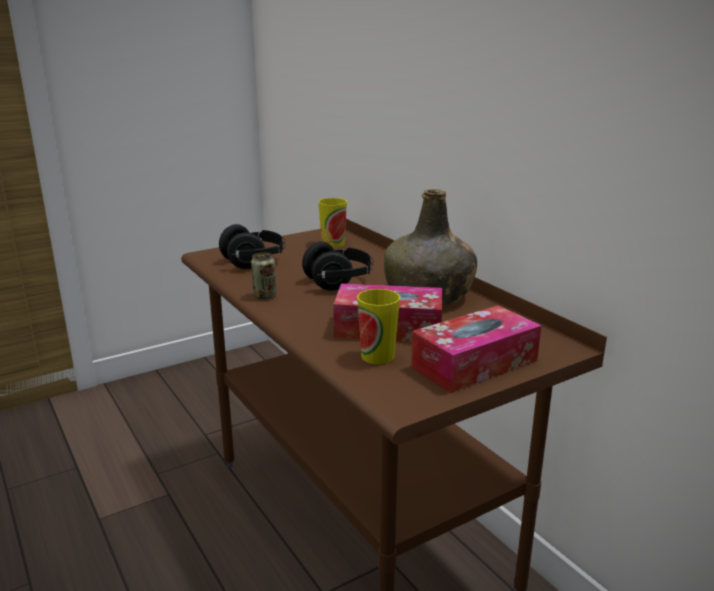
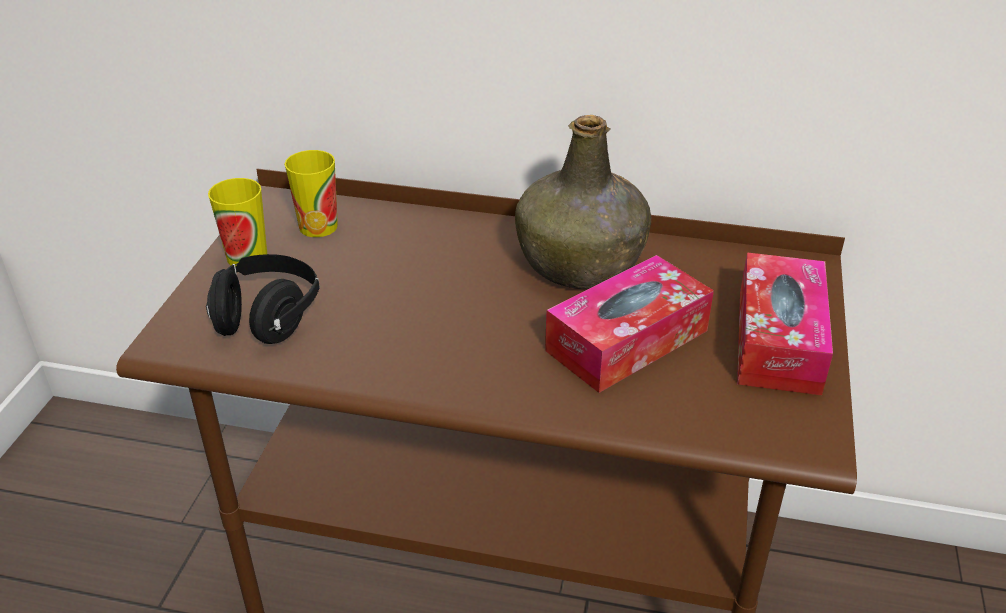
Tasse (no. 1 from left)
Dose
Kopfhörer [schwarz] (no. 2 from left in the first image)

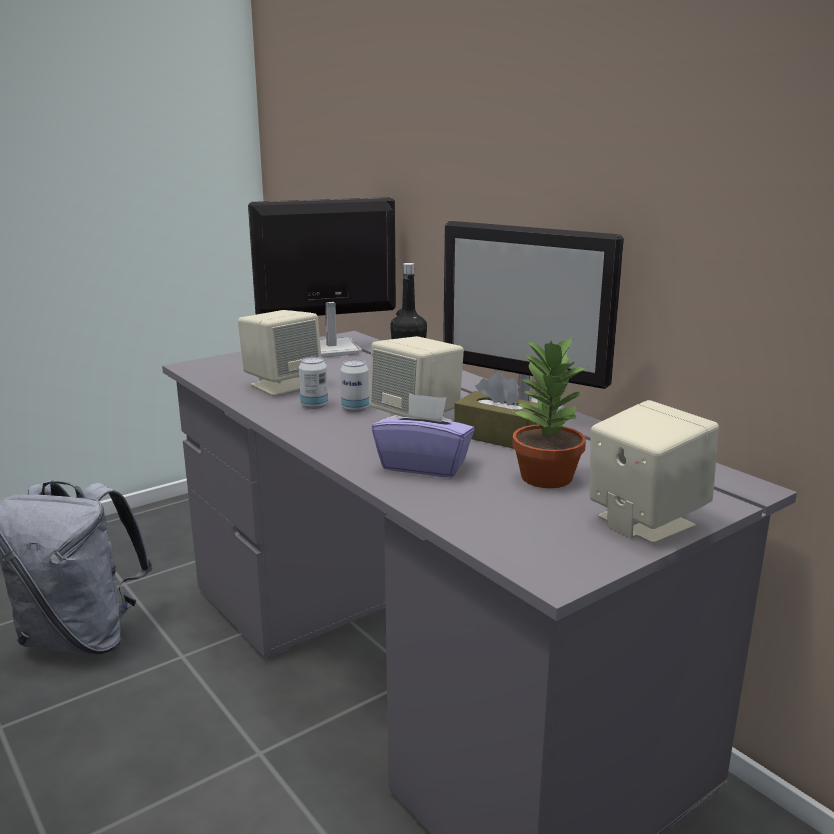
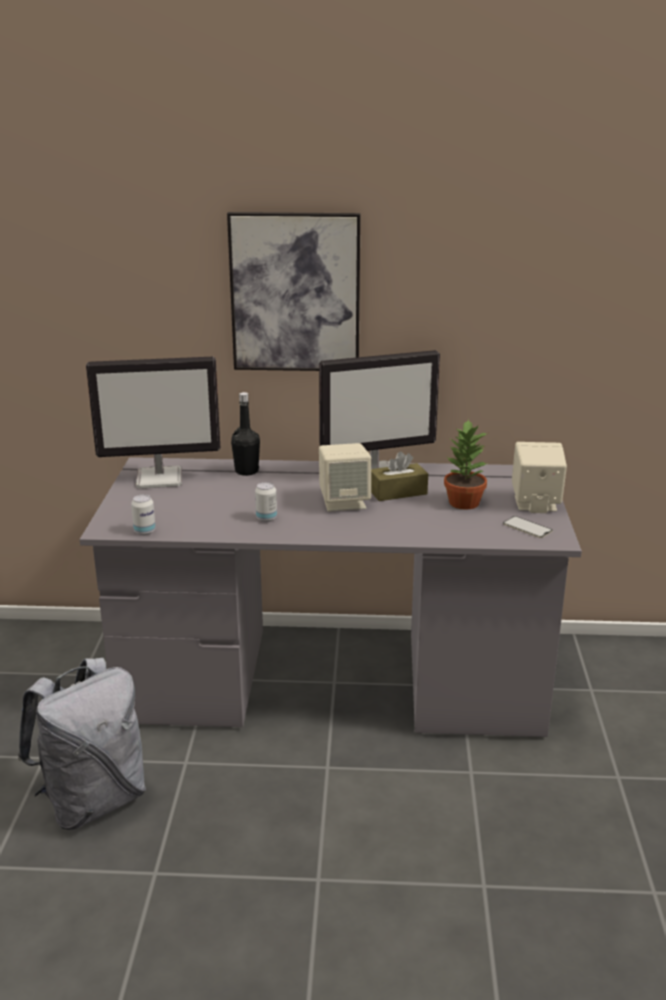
Monitor (no. 1 from left)
Dose (no. 1 from left)
Bild
Handy
Lautsprecher [beige] (no. 1 from left in the first image)
Taschentuchbox [lila]

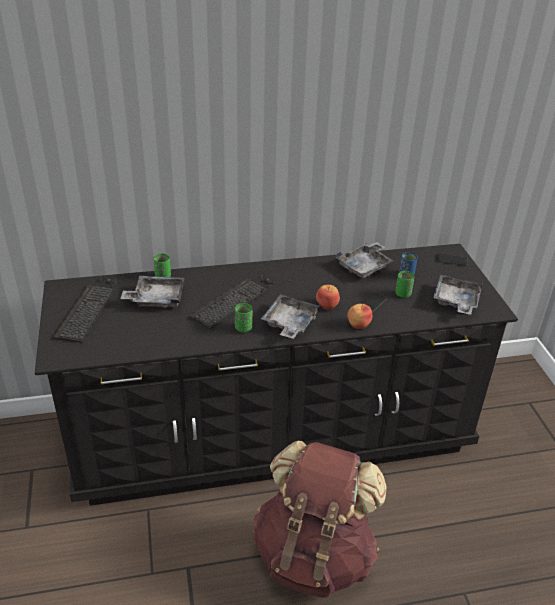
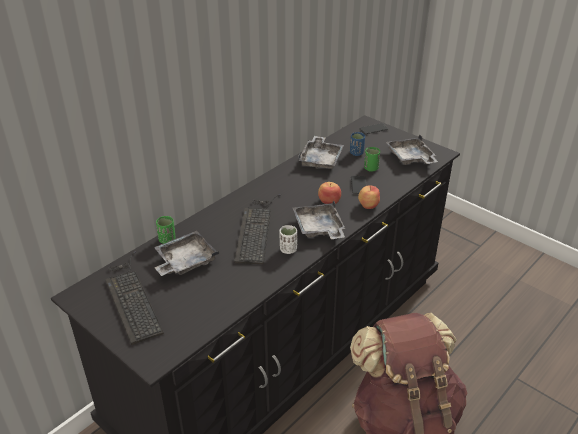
Tasse [weiß]

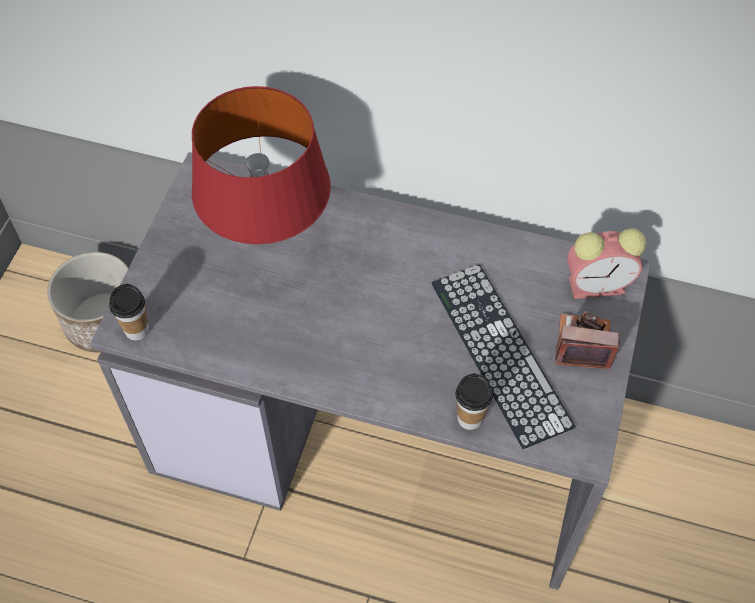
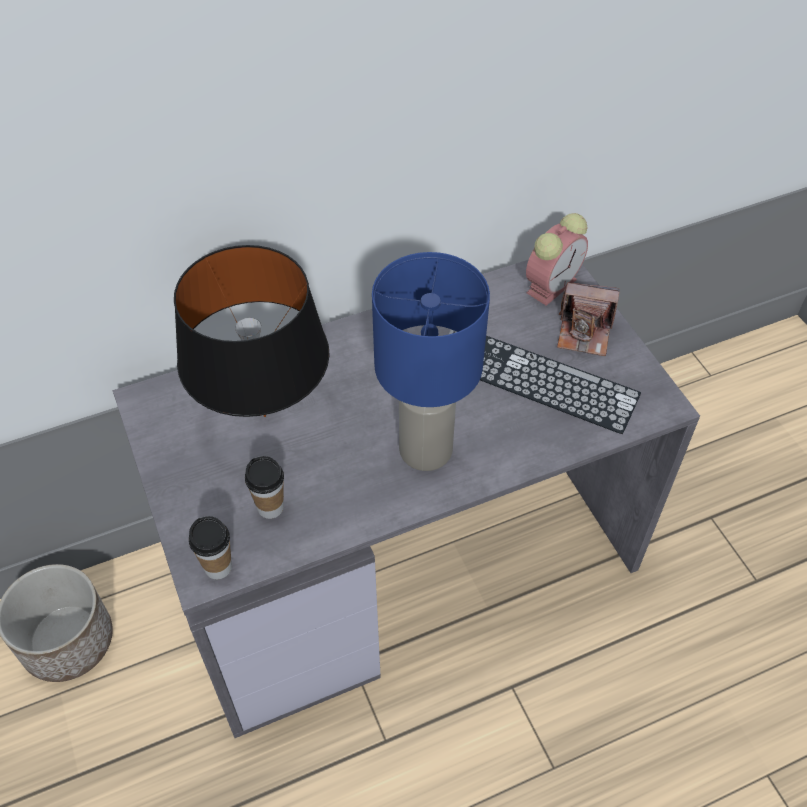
Tischlampe [schwarz]
Tasse (no. 2 from left)
Tischlampe [blau]
Kamera

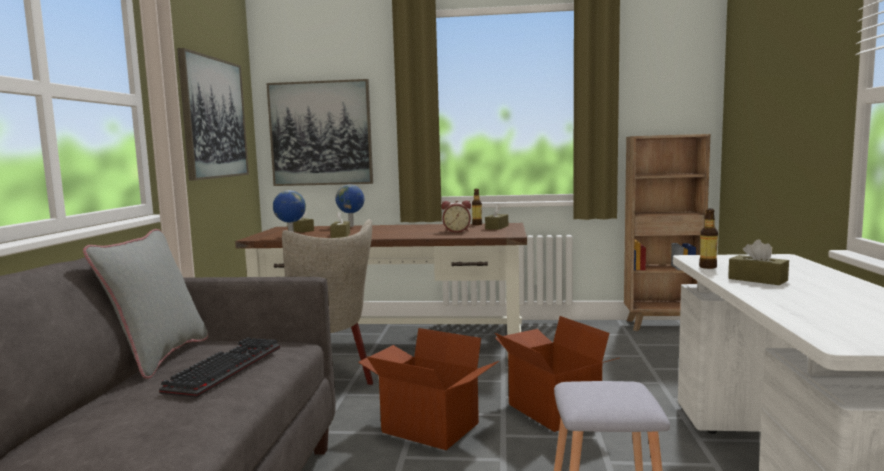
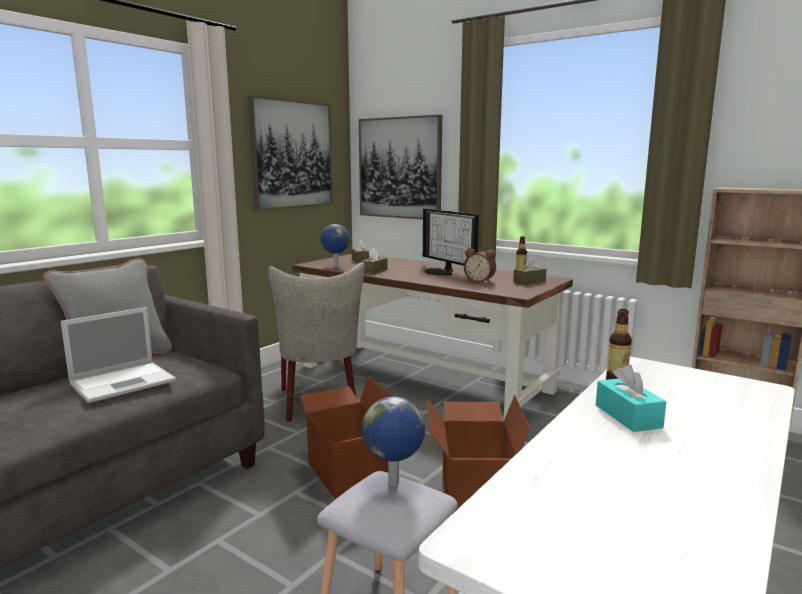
Laptop
Globus (no. 2 from left)
Monitor
Taschentuchbox [türkis]

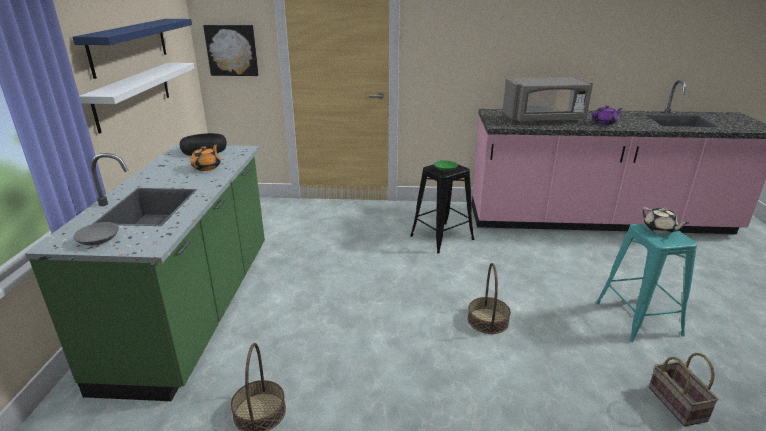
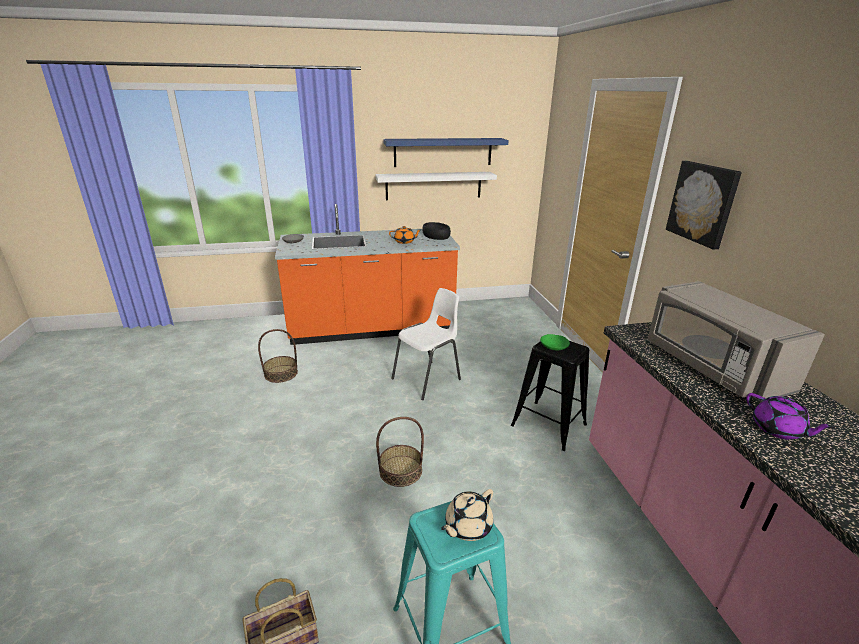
Küchenzeile [orange]
Stuhl [weiß]
Bild

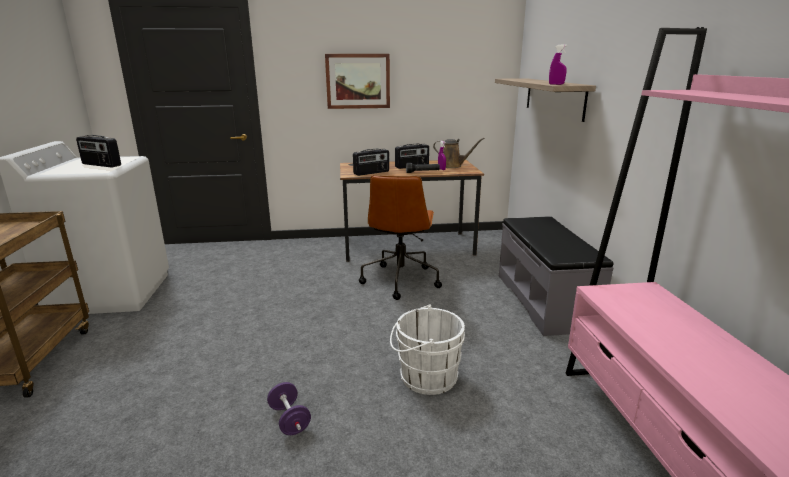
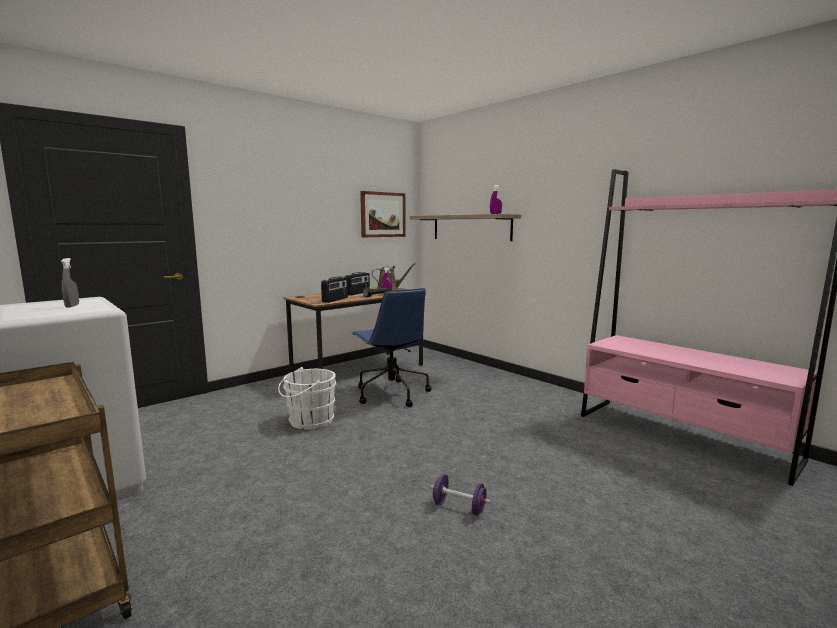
Sprühflasche [grau]
Eimer [weiß]
Bürostuhl [blau]
Bild
Bank [grau]

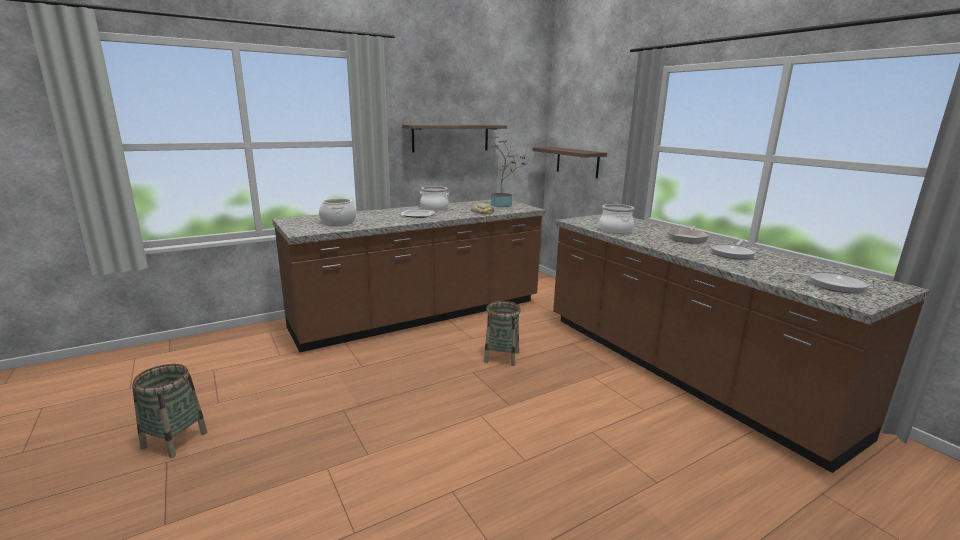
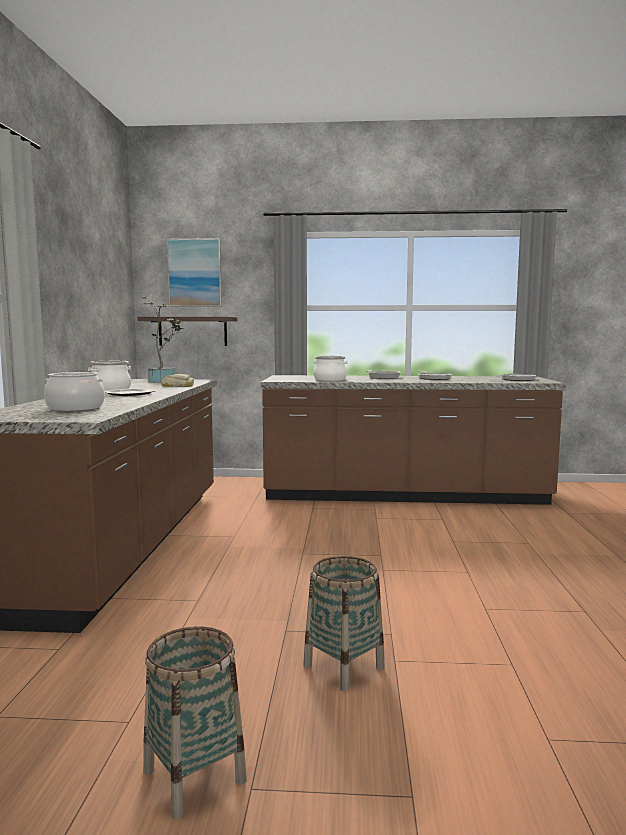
Bild
Korb (no. 2 from left)
Wandregal (no. 1 from left in the first image)

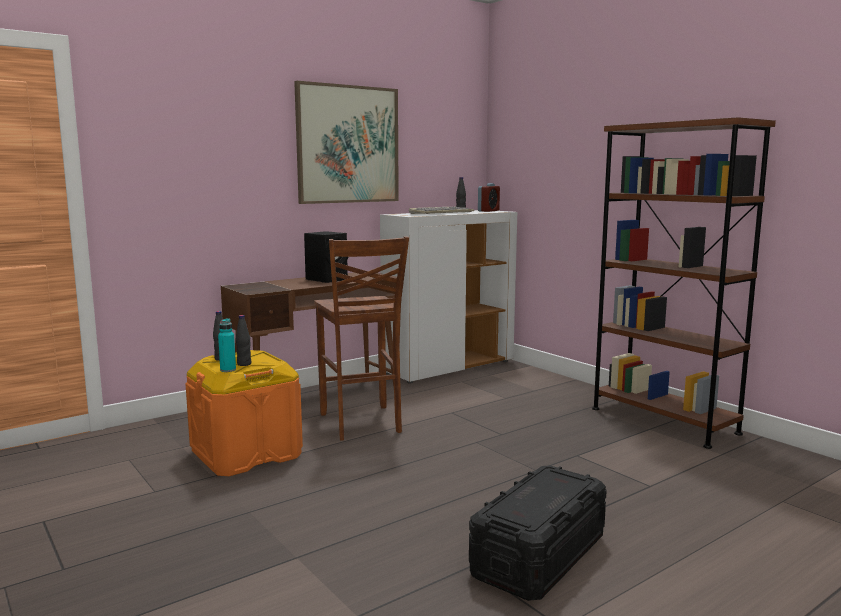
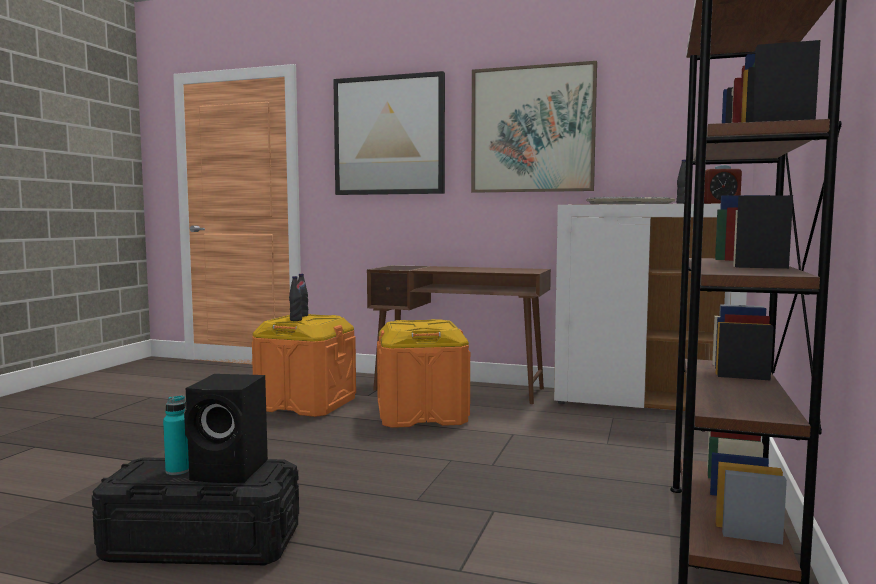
Flasche [türkis]
Lautsprecher [schwarz]
Bild (no. 1 from left)
Aufbewahrungsbox [orange] (no. 2 from left)

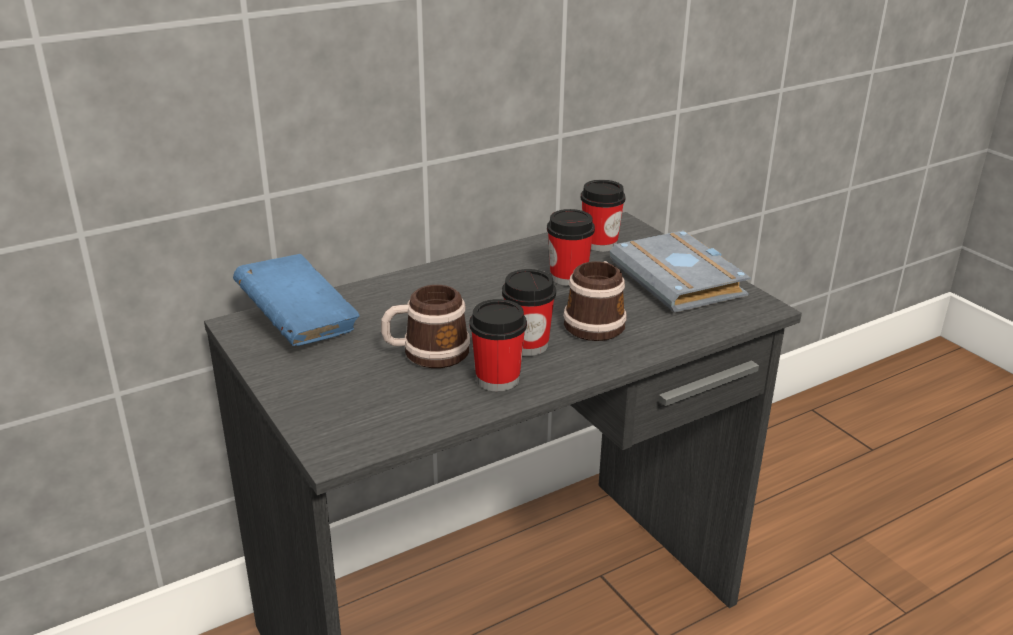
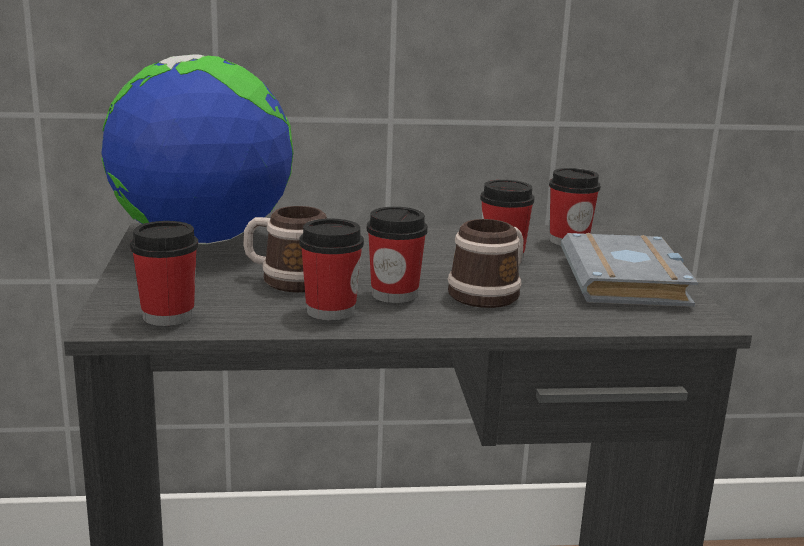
Globus
Tasse (no. 1 from left)

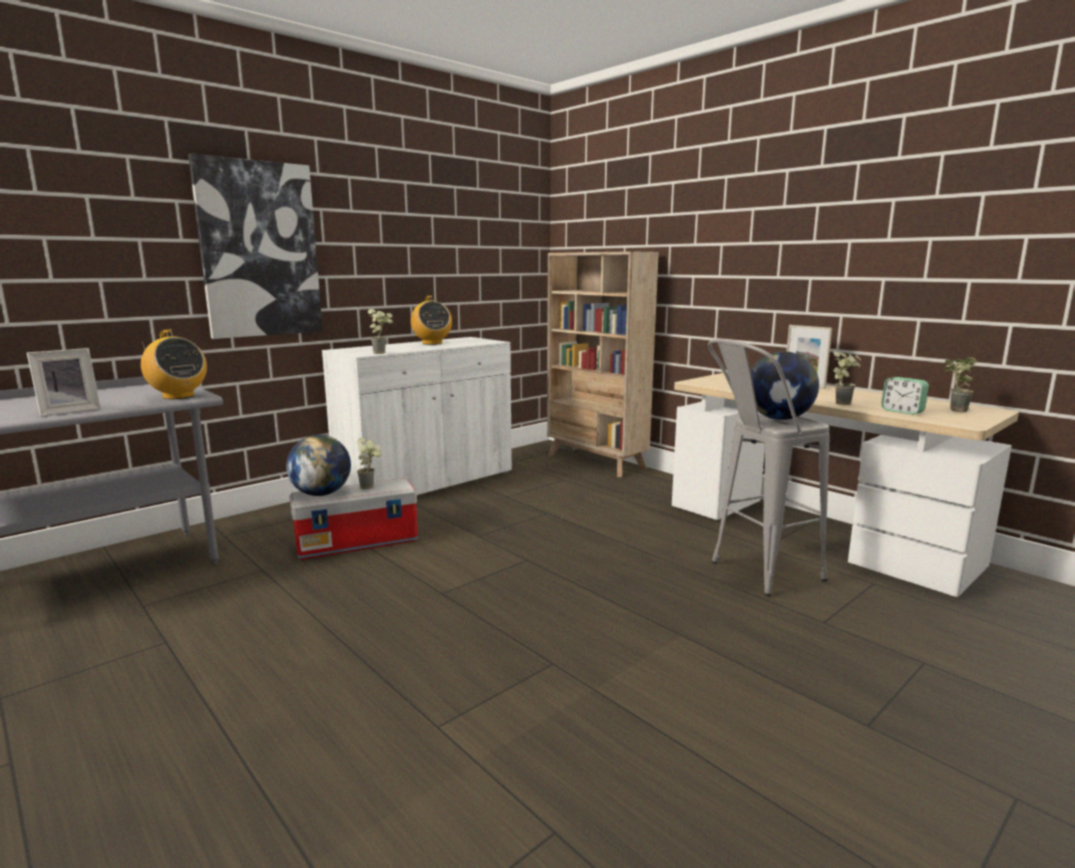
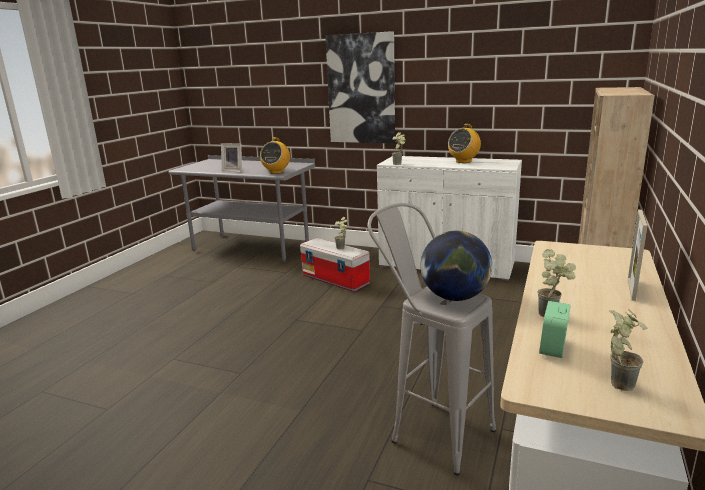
Globus (no. 1 from left in the first image)

